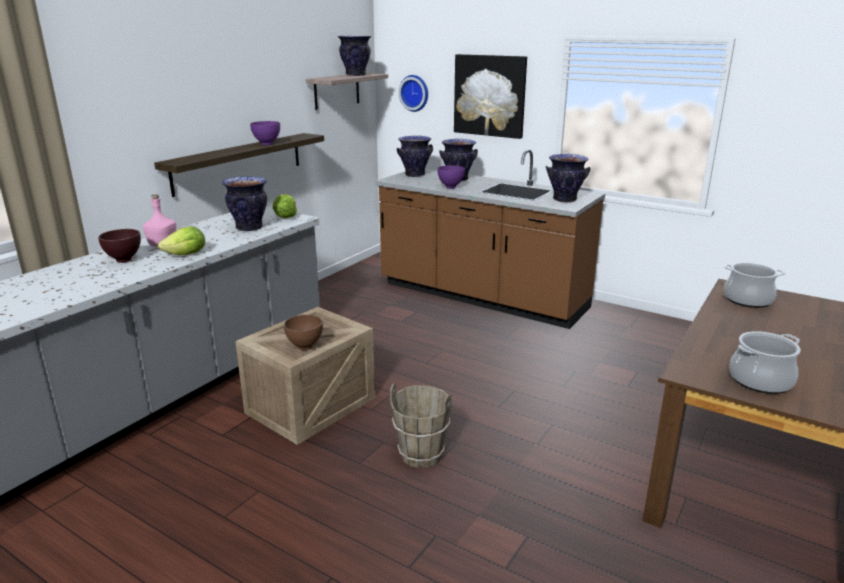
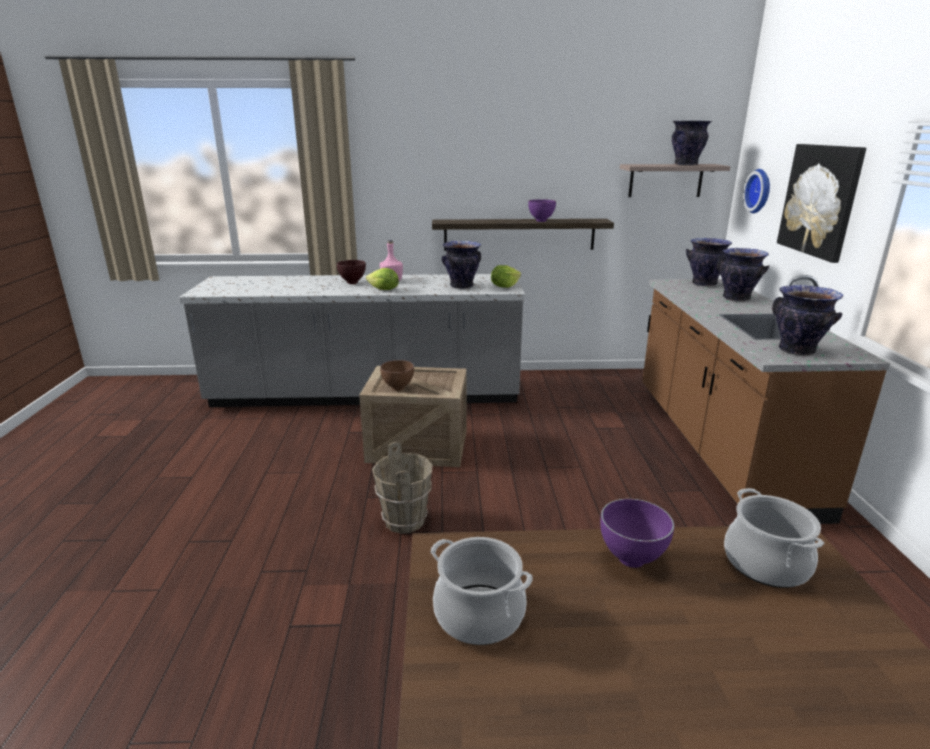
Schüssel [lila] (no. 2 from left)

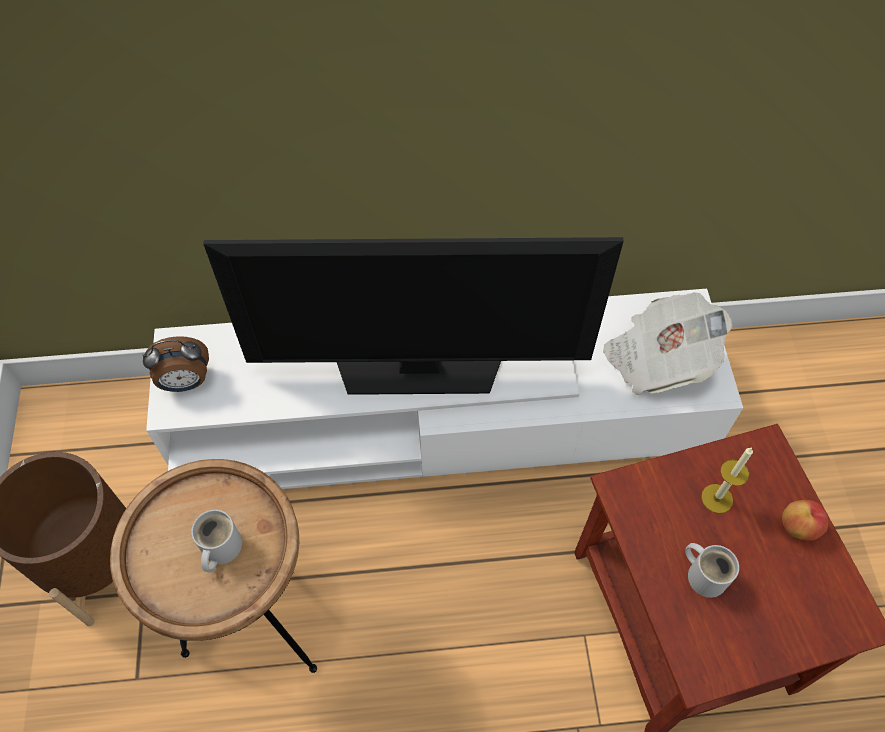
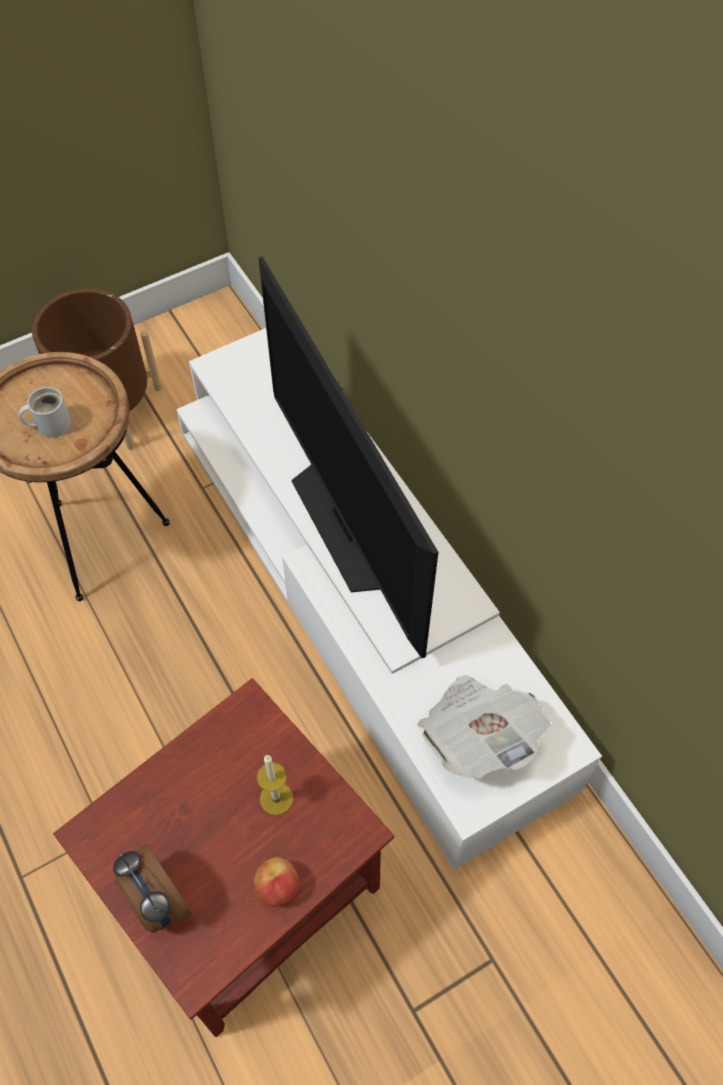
Wecker
Henkelbecher [weiß] (no. 2 from left in the first image)

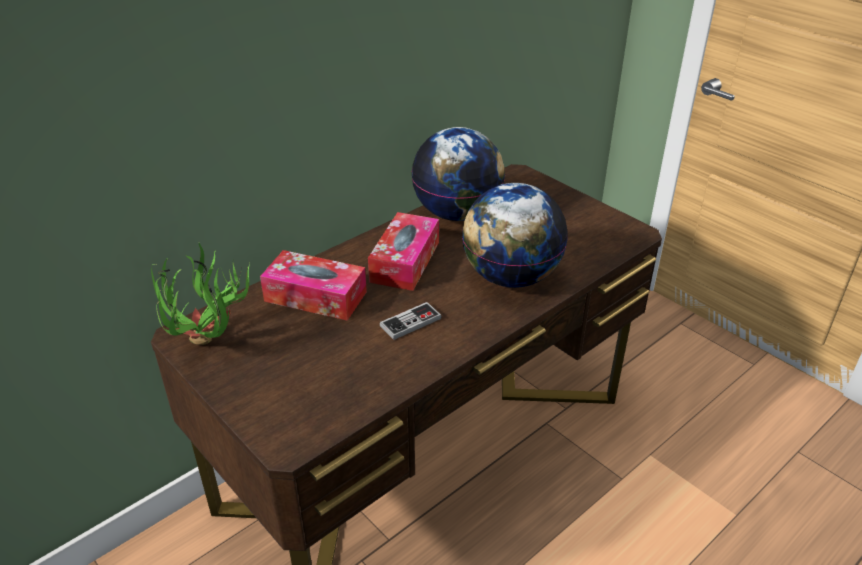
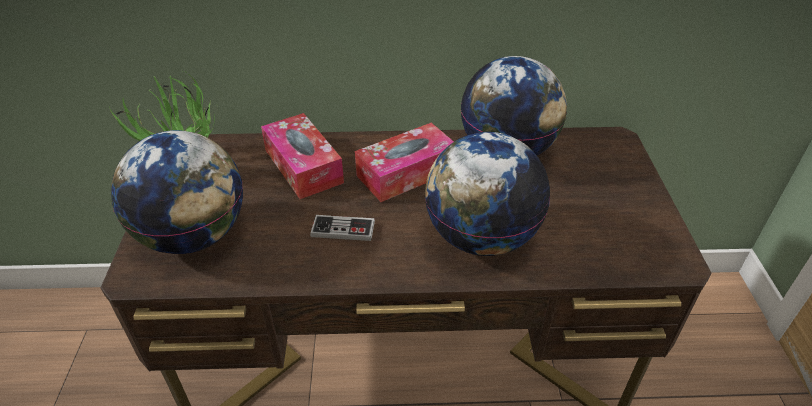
Globus (no. 1 from left)

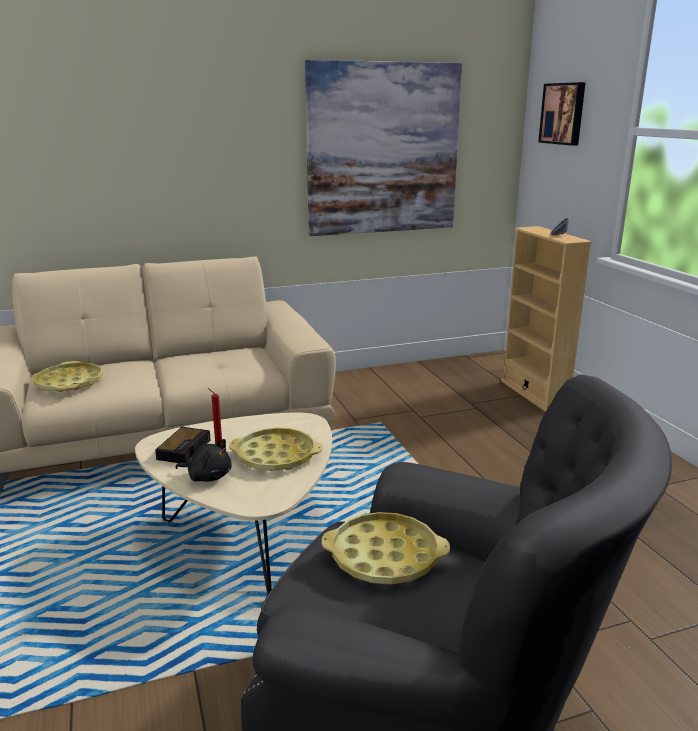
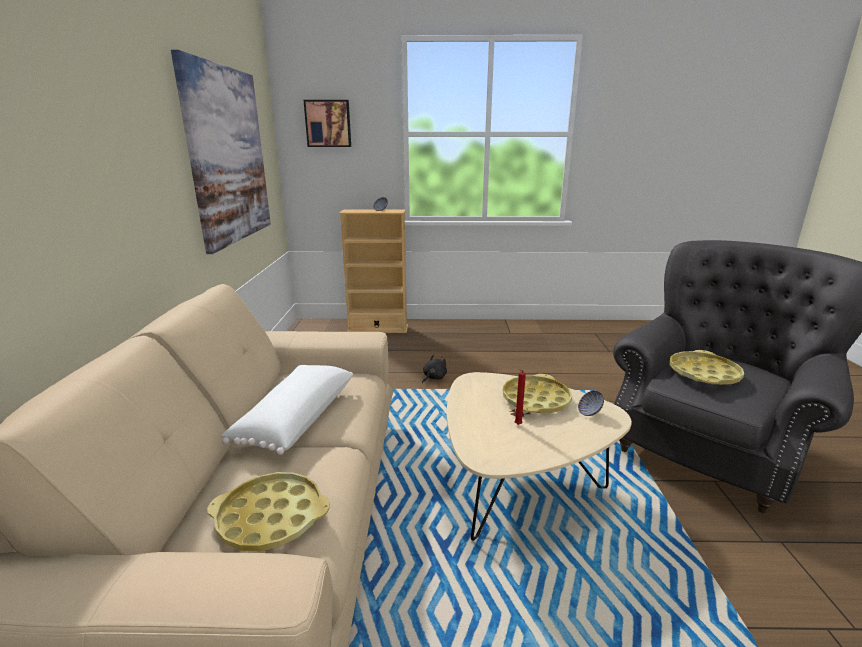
Kissen [weiß]
Plüschtier [schwarz]
Schüssel (no. 2 from left)
Wecker

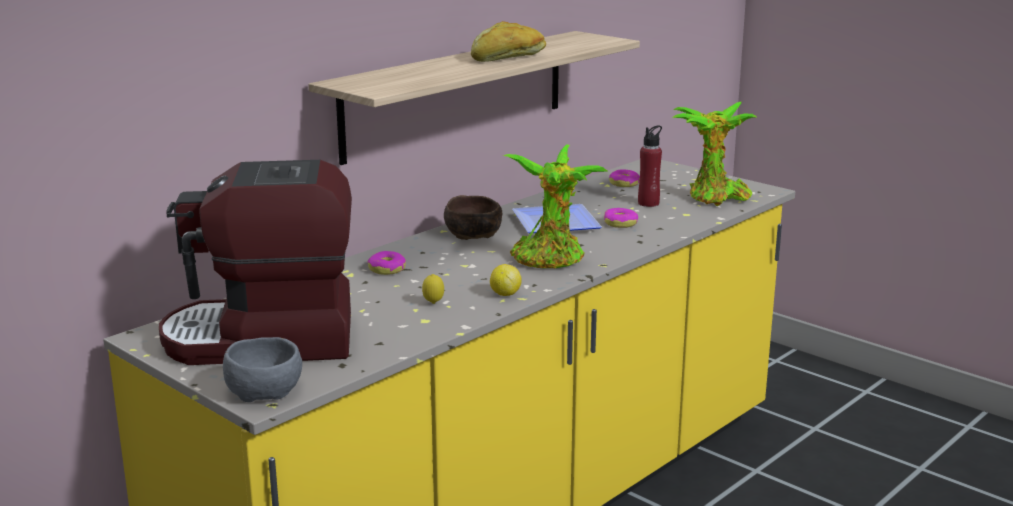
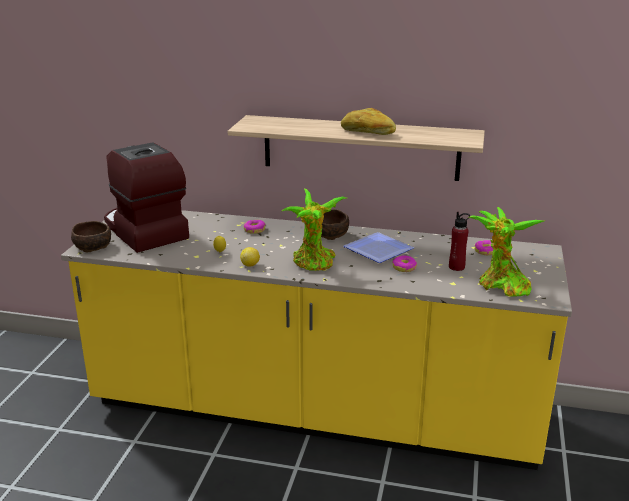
Schüssel [braun] (no. 1 from left)

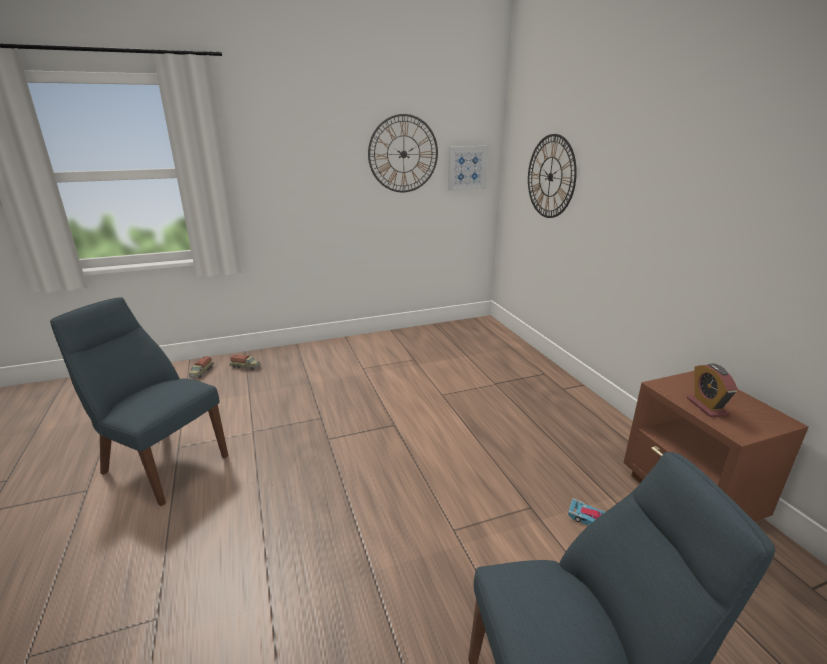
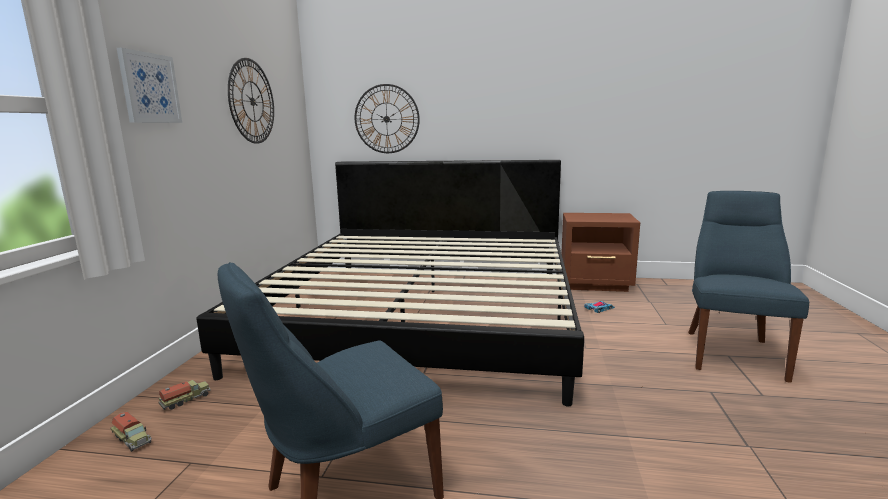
Bild
Bett
Wecker

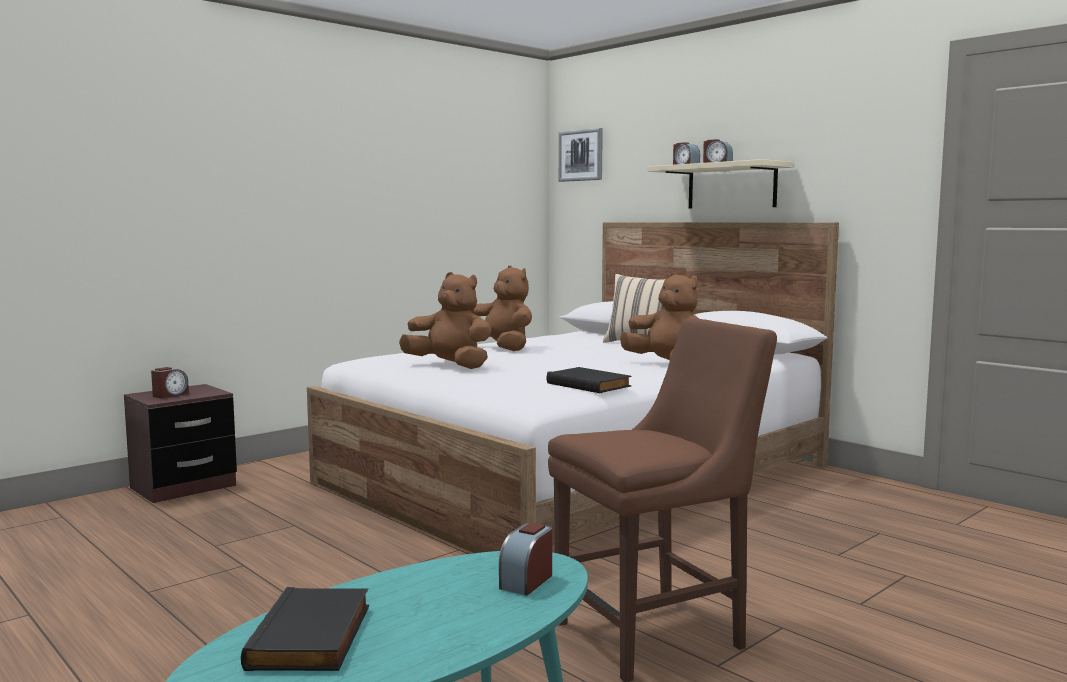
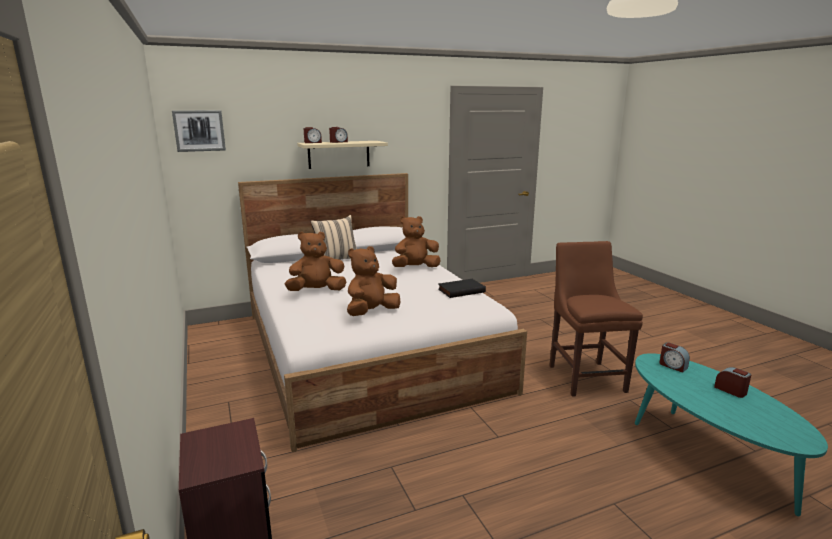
Wecker (no. 4 from left)
Buch [schwarz] (no. 1 from left in the first image)

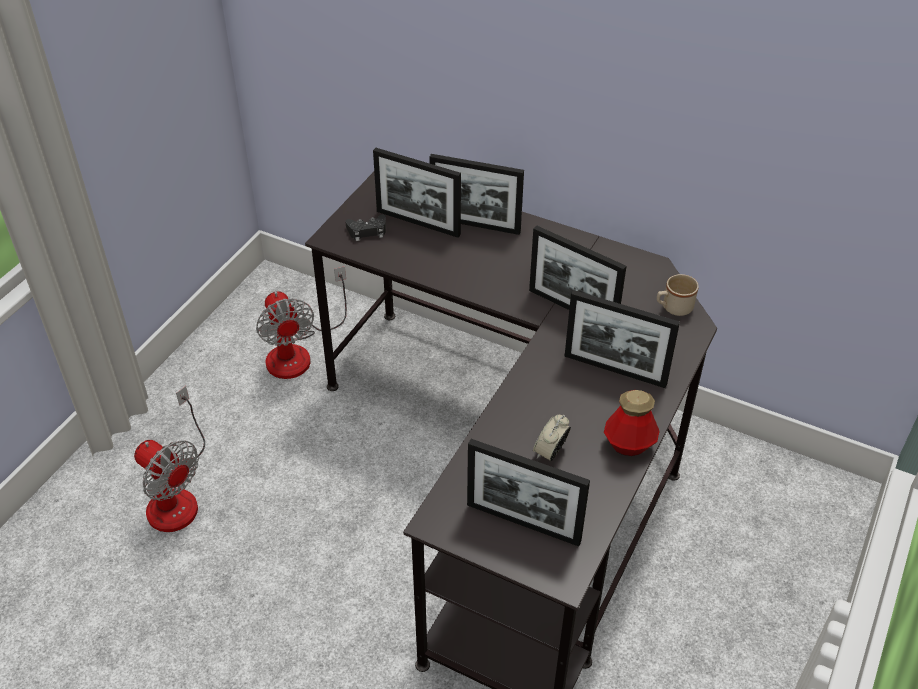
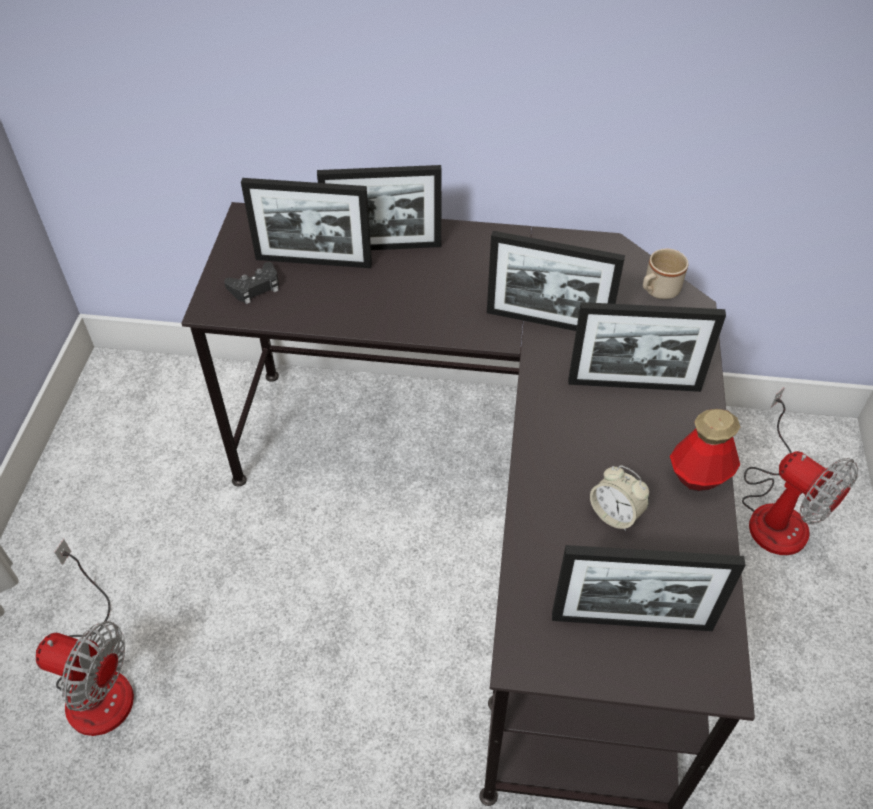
Wecker
Ventilator (no. 2 from left)

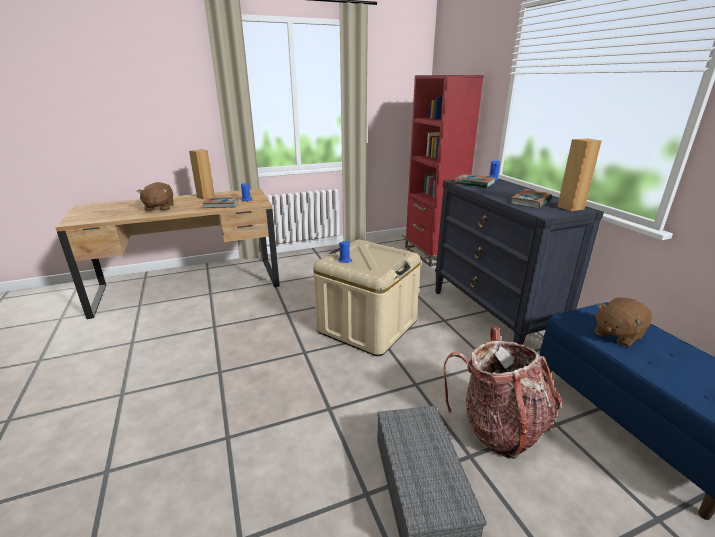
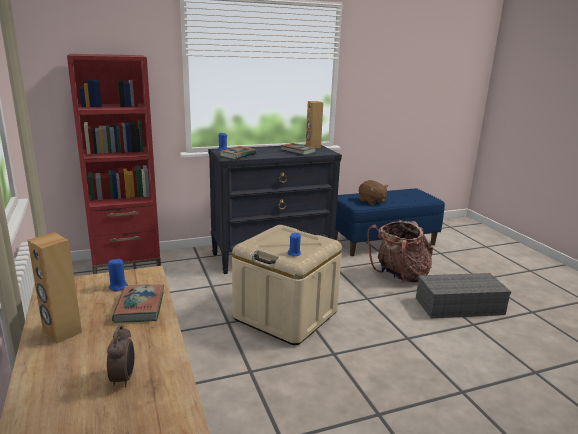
Wecker

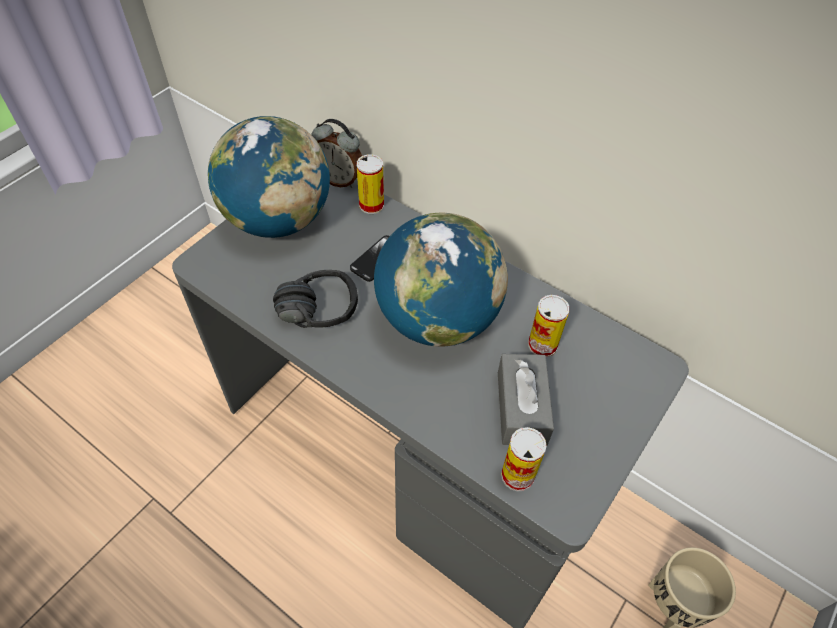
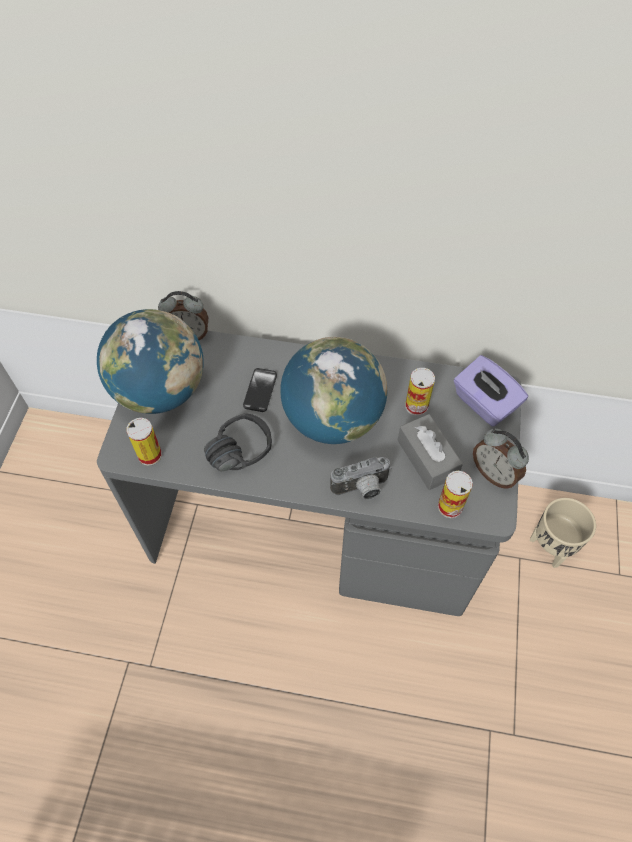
Dose (no. 1 from left)
Kamera
Taschentuchbox [lila]
Wecker (no. 2 from left)

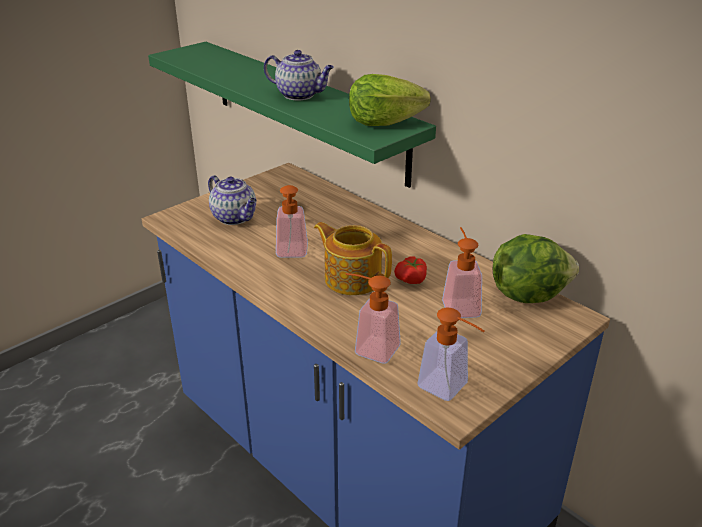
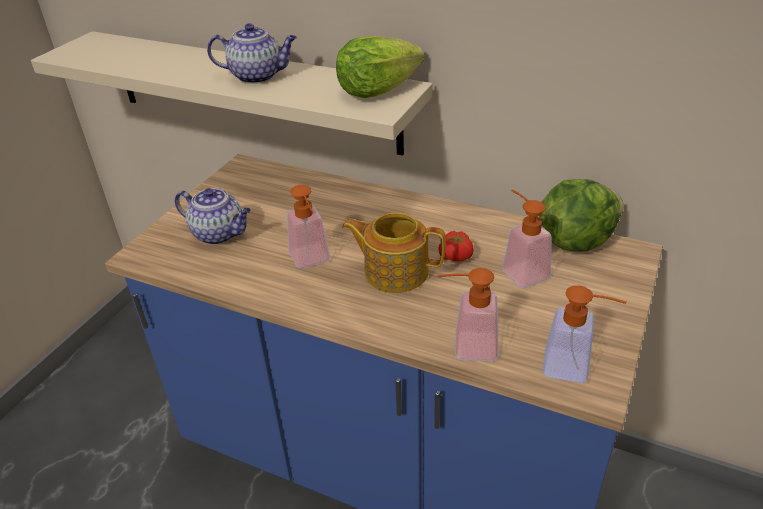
Wandregal [beige]

